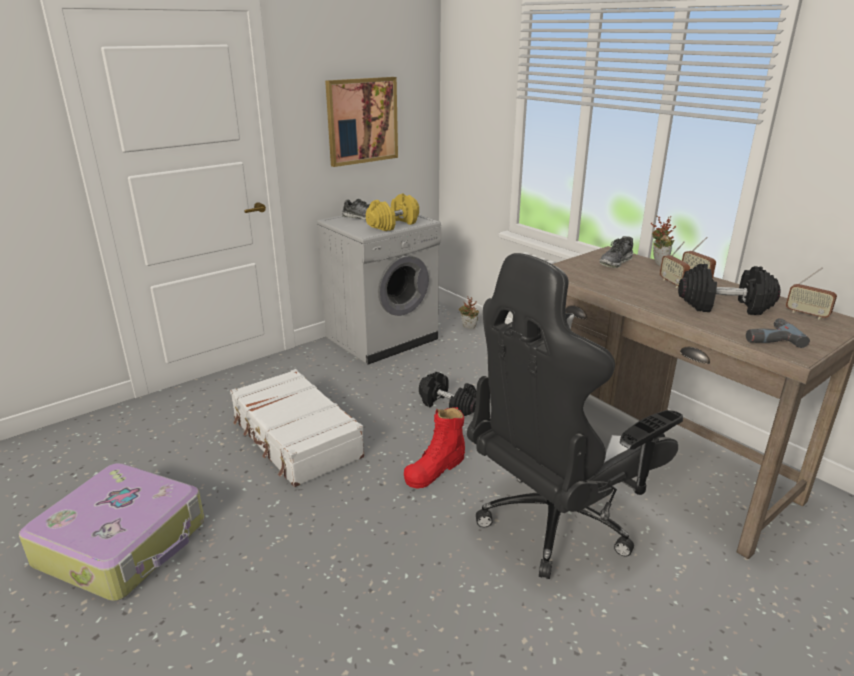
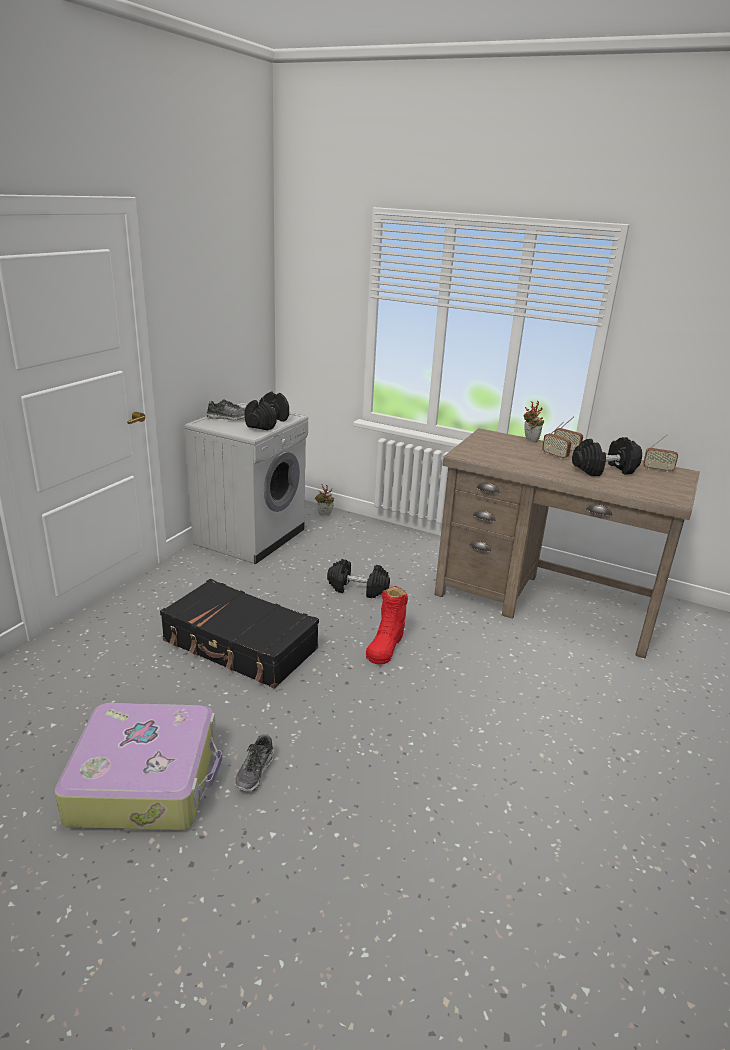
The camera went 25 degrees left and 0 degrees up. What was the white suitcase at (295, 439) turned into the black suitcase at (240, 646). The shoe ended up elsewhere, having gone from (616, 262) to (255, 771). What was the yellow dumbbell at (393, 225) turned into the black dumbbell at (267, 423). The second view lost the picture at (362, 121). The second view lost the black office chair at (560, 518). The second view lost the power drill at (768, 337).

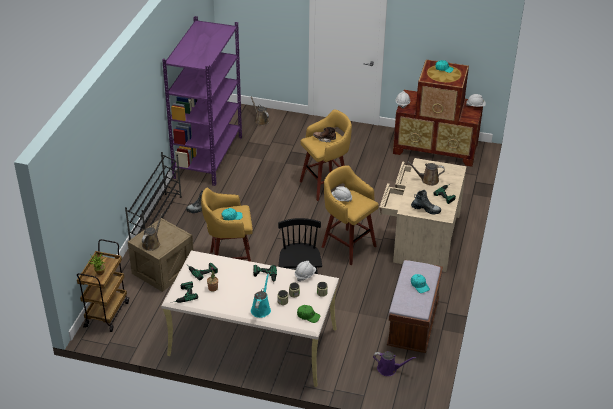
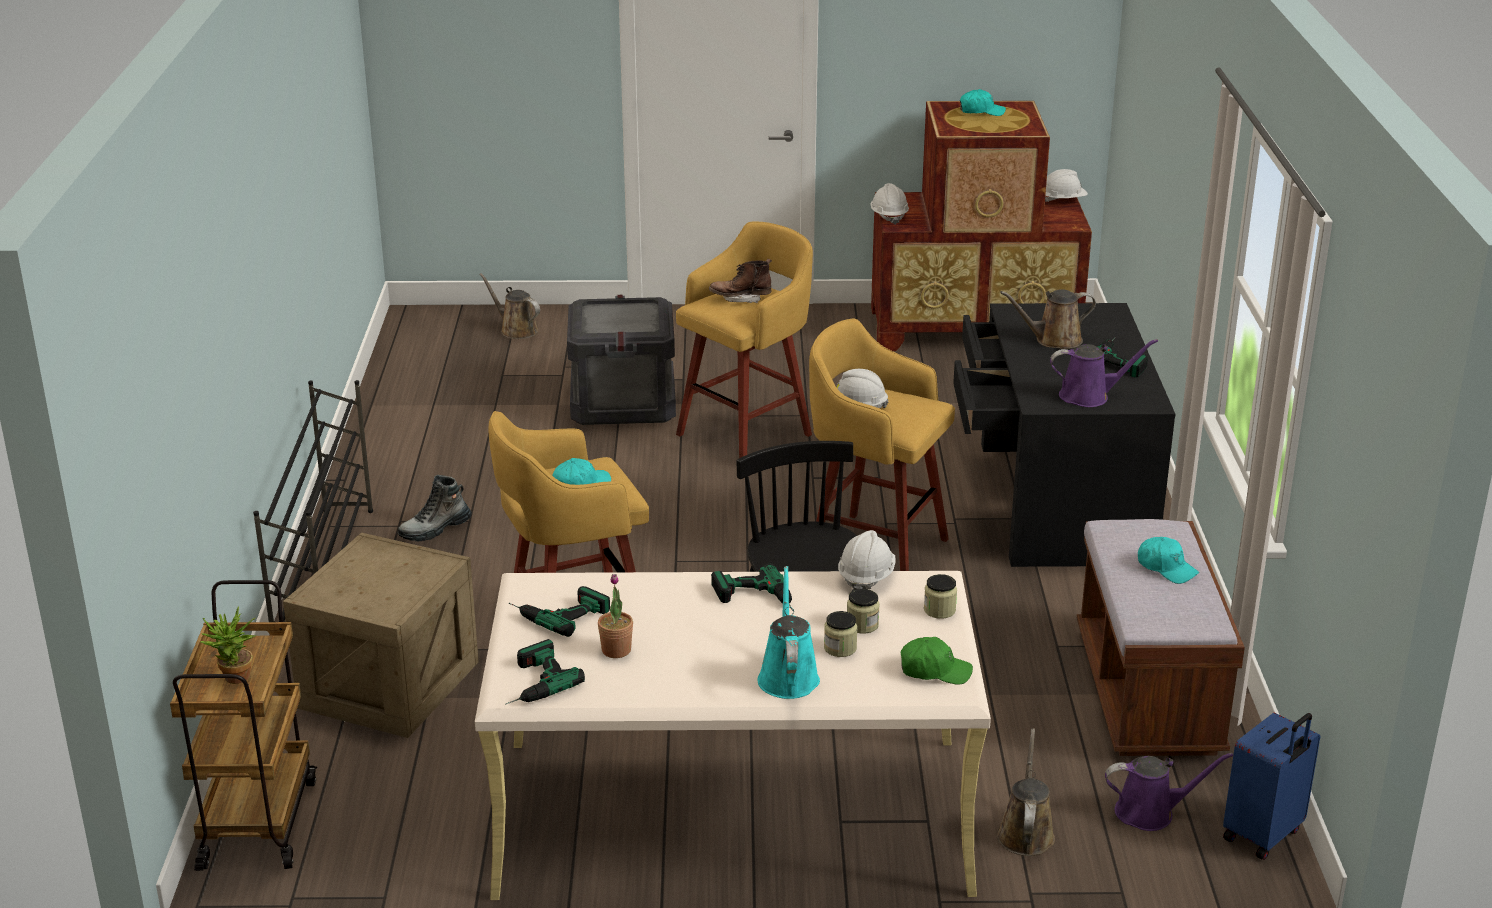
The camera went 15 degrees left and 10 degrees down. The second view gained the crate at (624, 403). What was the beige desk at (421, 237) turned into the black desk at (1049, 502). The brown watering can ended up elsewhere, having gone from (152, 243) to (1025, 832). Where the boot stood at (426, 209), the purple watering can came to stand at (1089, 396). The second view gained the blue suitcase at (1264, 835). The second view lost the purple bookcase at (208, 157).

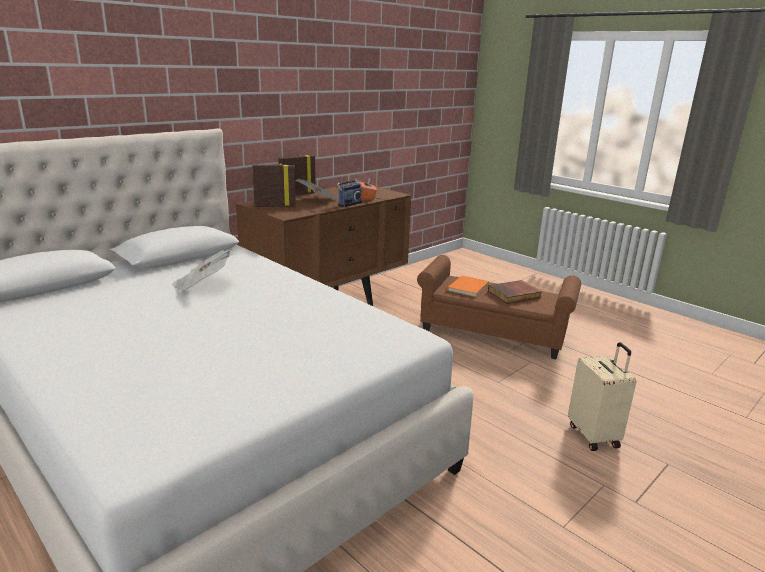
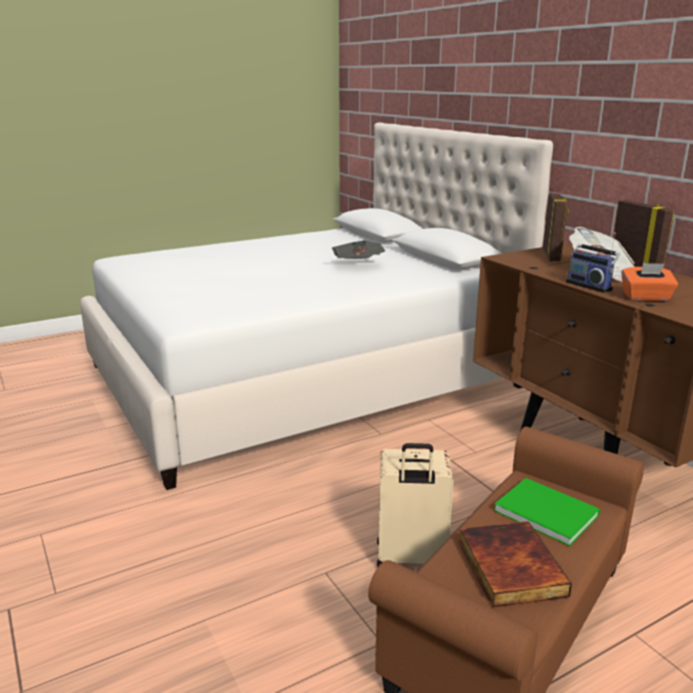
The camera went 105 degrees right and 0 degrees up. The beige suitcase ended up elsewhere, having gone from (594, 435) to (410, 558). What was the orange book at (466, 287) turned into the green book at (544, 510).

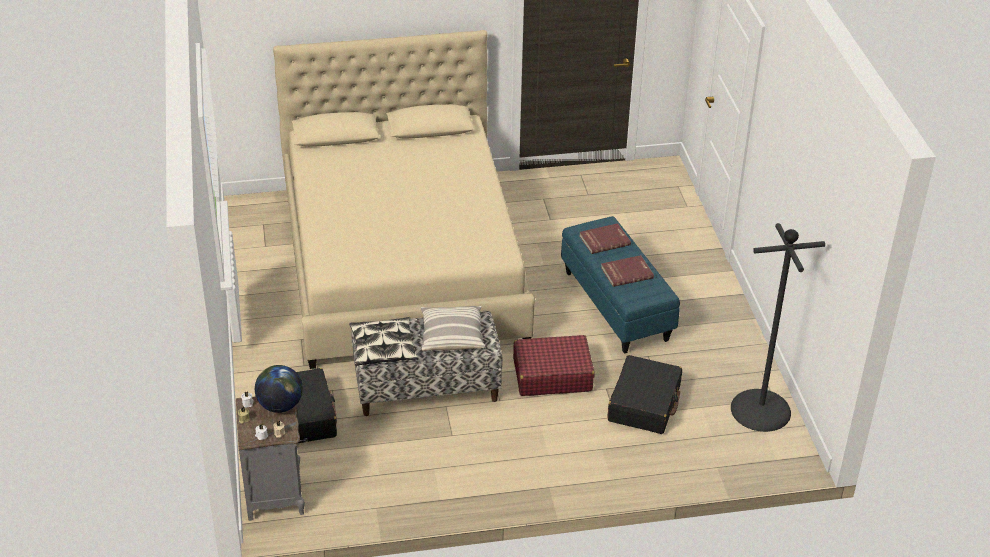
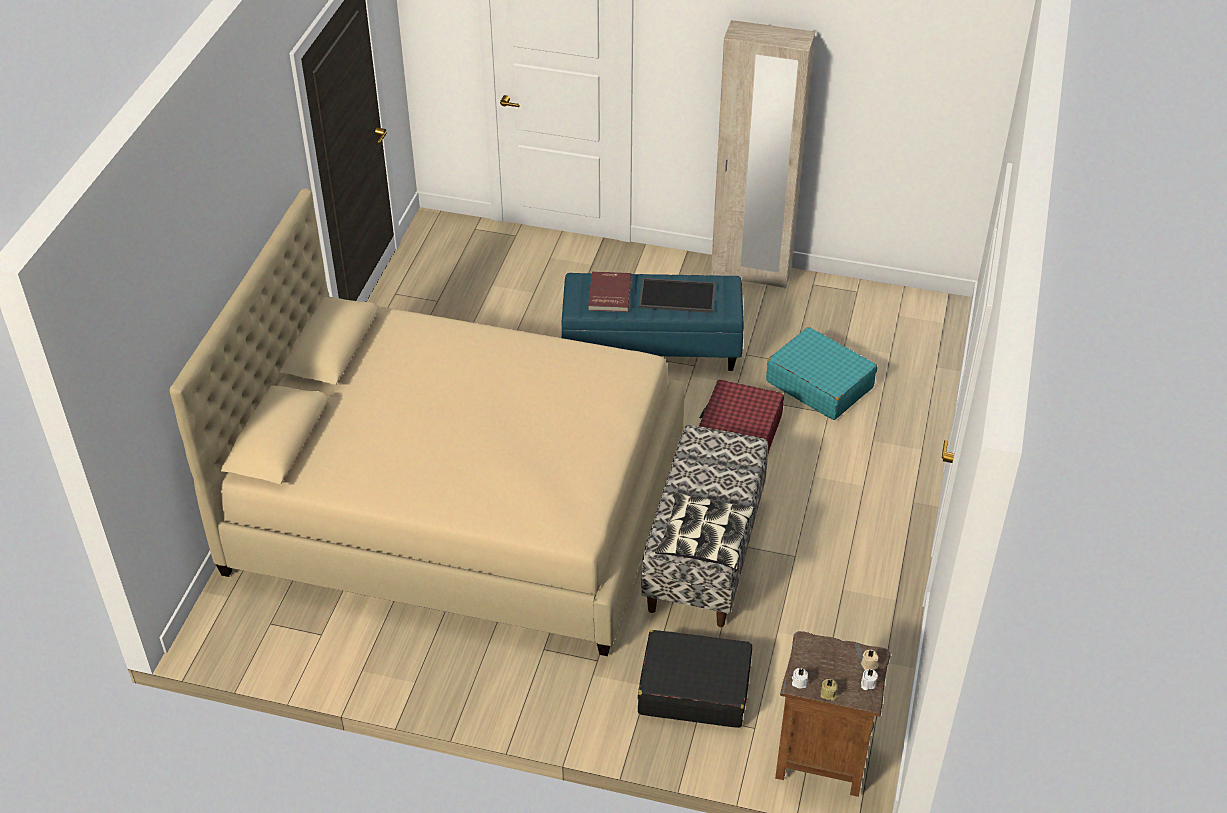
The camera went 65 degrees left and 5 degrees up. Where the red book stood at (626, 272), the tray came to stand at (676, 297). The second view gained the beige wardrobe at (751, 273). What was the black suitcase at (644, 403) turned into the turquoise suitcase at (819, 384). The second view lost the globe at (280, 405). The second view lost the pillow at (451, 336). The second view lost the black clothes rack at (760, 410).

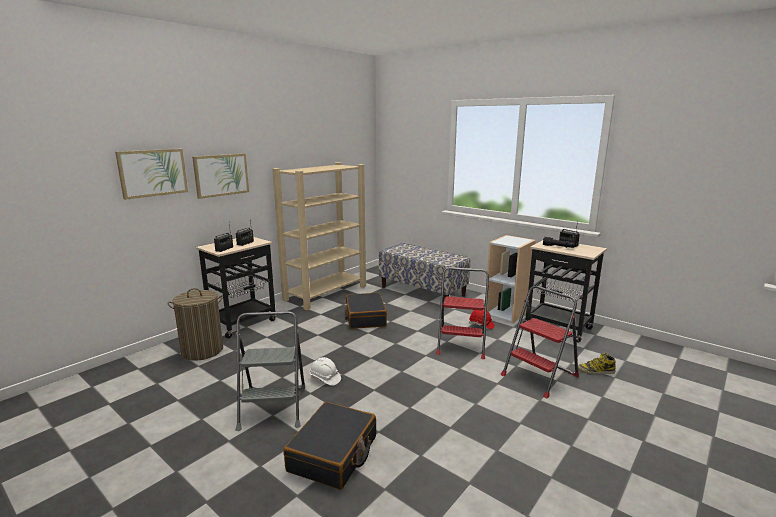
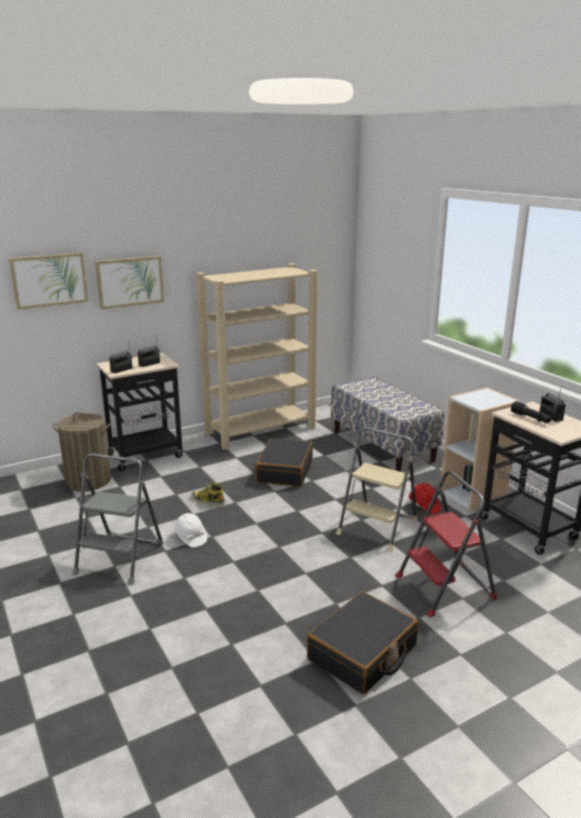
The camera went 20 degrees right and 5 degrees up. The boot ended up elsewhere, having gone from (596, 371) to (207, 500). The black suitcase ended up elsewhere, having gone from (333, 454) to (362, 653). What was the red step ladder at (462, 343) turned into the beige step ladder at (379, 525).

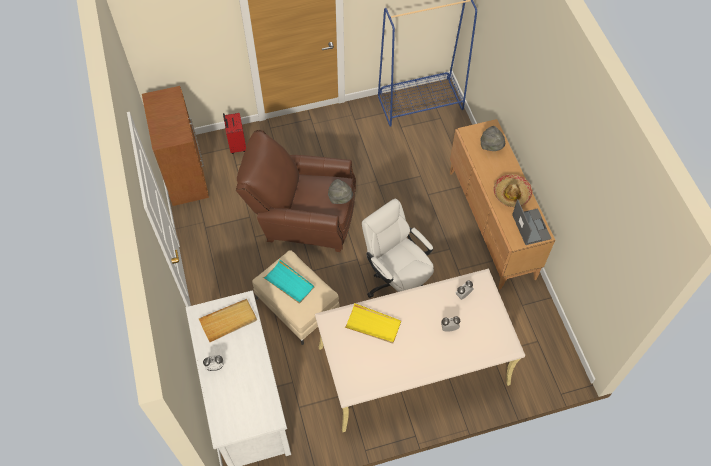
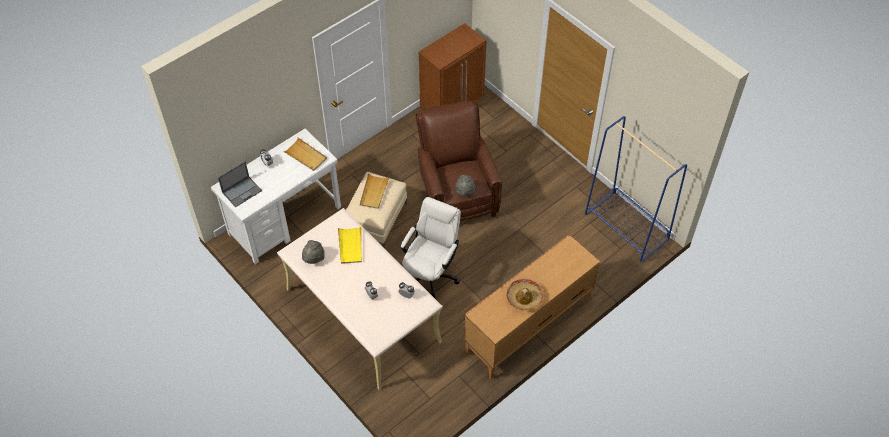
The camera went 65 degrees right and 5 degrees down. The laptop ended up elsewhere, having gone from (531, 226) to (242, 191). The grey hat ended up elsewhere, having gone from (491, 146) to (313, 259). What was the turquoise tray at (289, 283) turned into the beige tray at (374, 192). The second view lost the red suitcase at (236, 145).

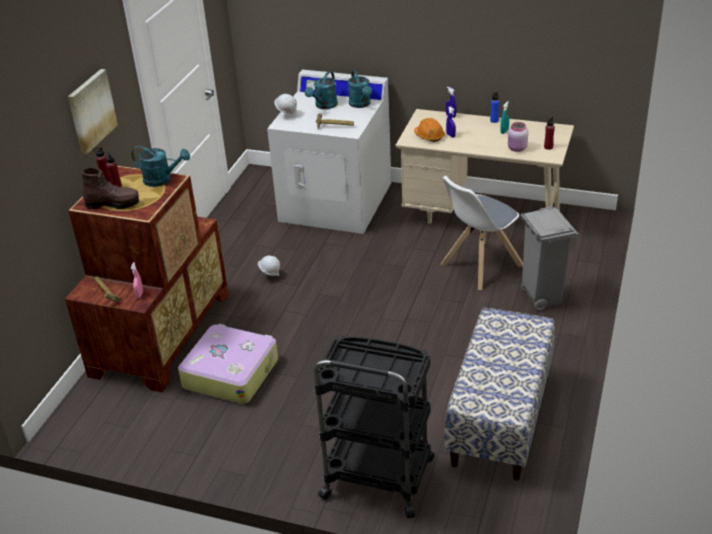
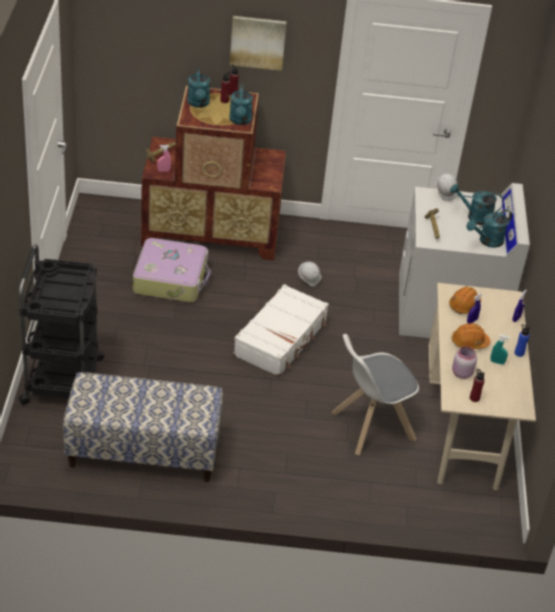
The camera went 70 degrees right and 5 degrees up. Where the brown boot stood at (113, 204), the turquoise watering can came to stand at (198, 104). The second view gained the white suitcase at (281, 339). The chair at (479, 266) ended up facing another way, 60 degrees counterclockwise from before. The second view gained the orange hard hat at (469, 342). The second view lost the grey trash can at (541, 297).

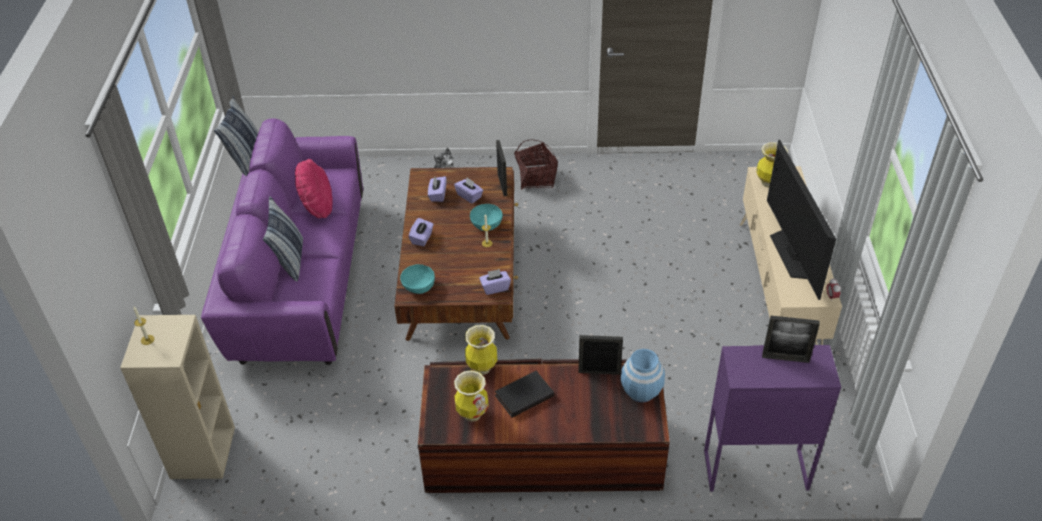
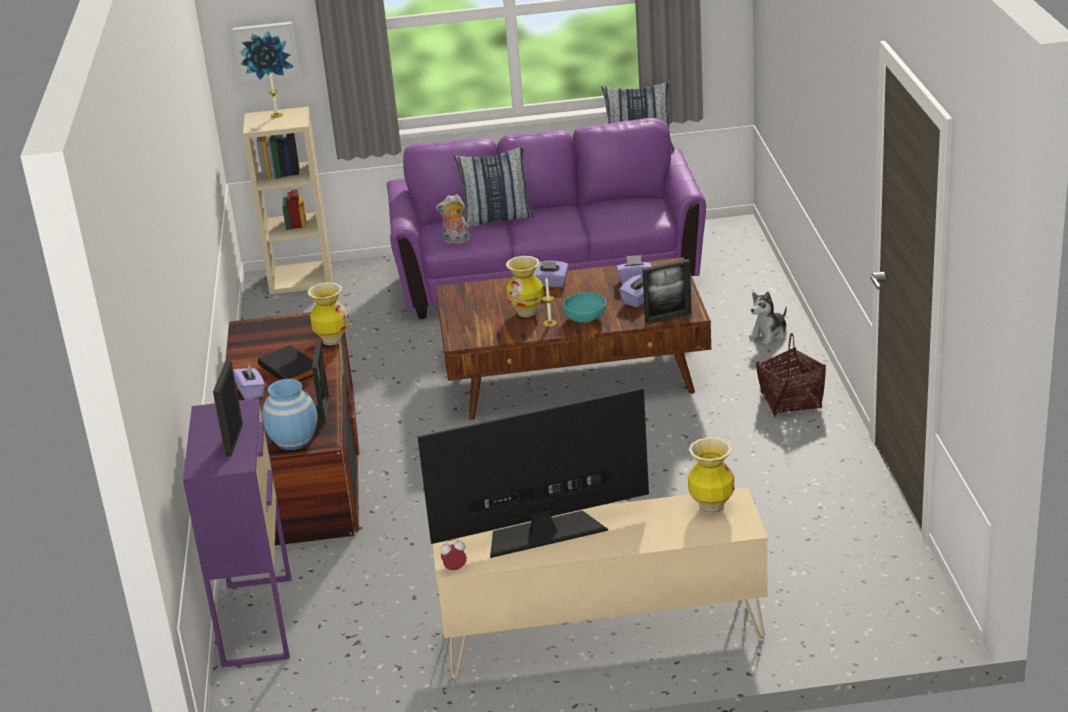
The camera went 85 degrees right and 15 degrees down. The second view gained the picture at (266, 52). The purple tissue box ended up elsewhere, having gone from (495, 287) to (251, 392). The second view gained the plush toy at (456, 241). The vase ended up elsewhere, having gone from (472, 414) to (527, 312). The second view lost the pink pillow at (318, 208). The second view lost the turquoise bowl at (418, 286).

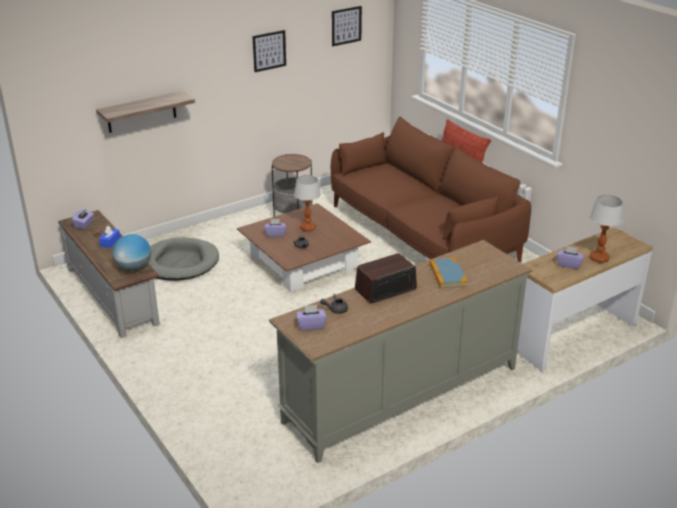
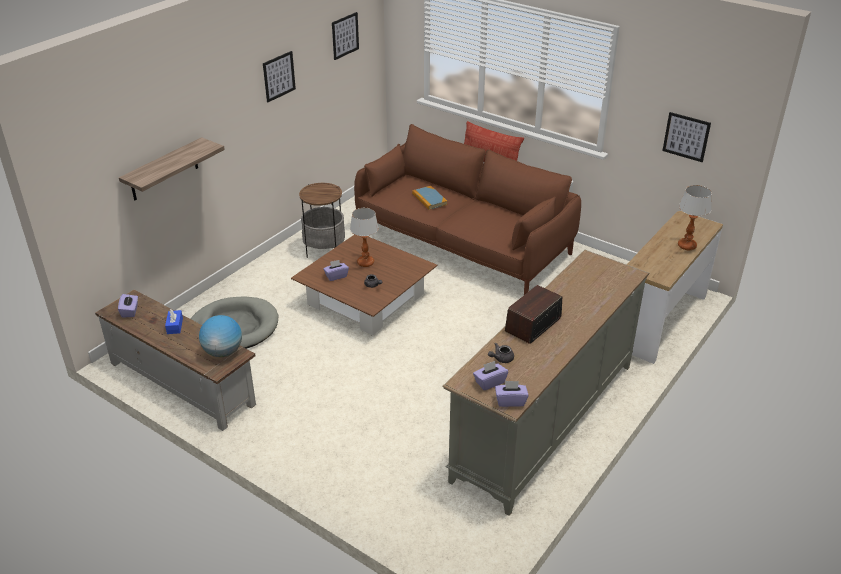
The camera went 20 degrees left and 5 degrees up. The book ended up elsewhere, having gone from (447, 275) to (429, 199). The purple tissue box ended up elsewhere, having gone from (568, 264) to (510, 401). The second view gained the picture at (686, 136).

